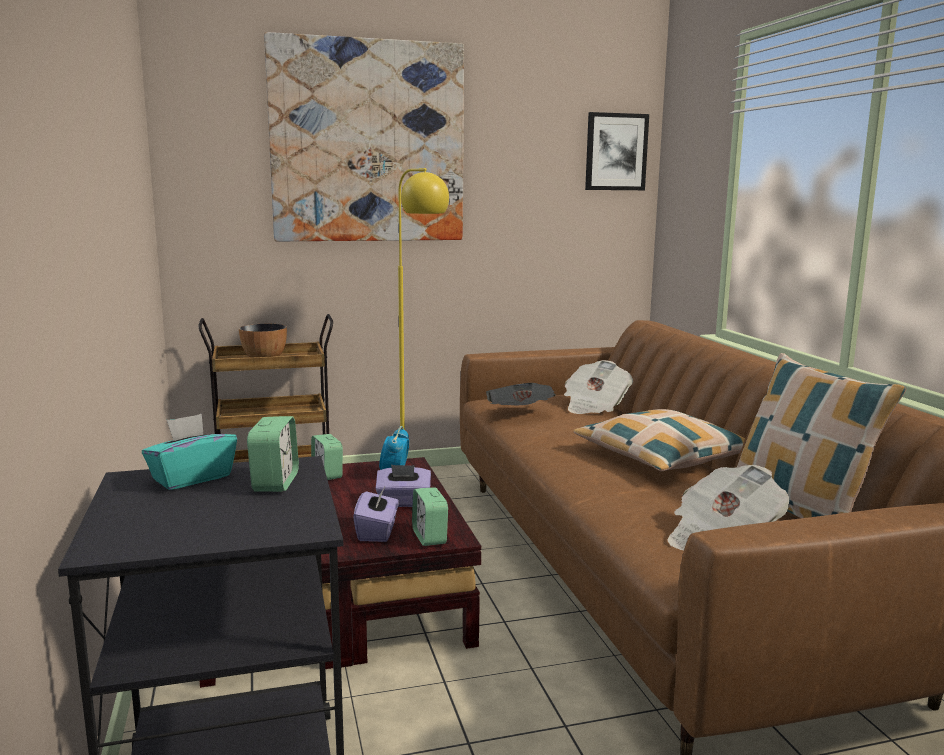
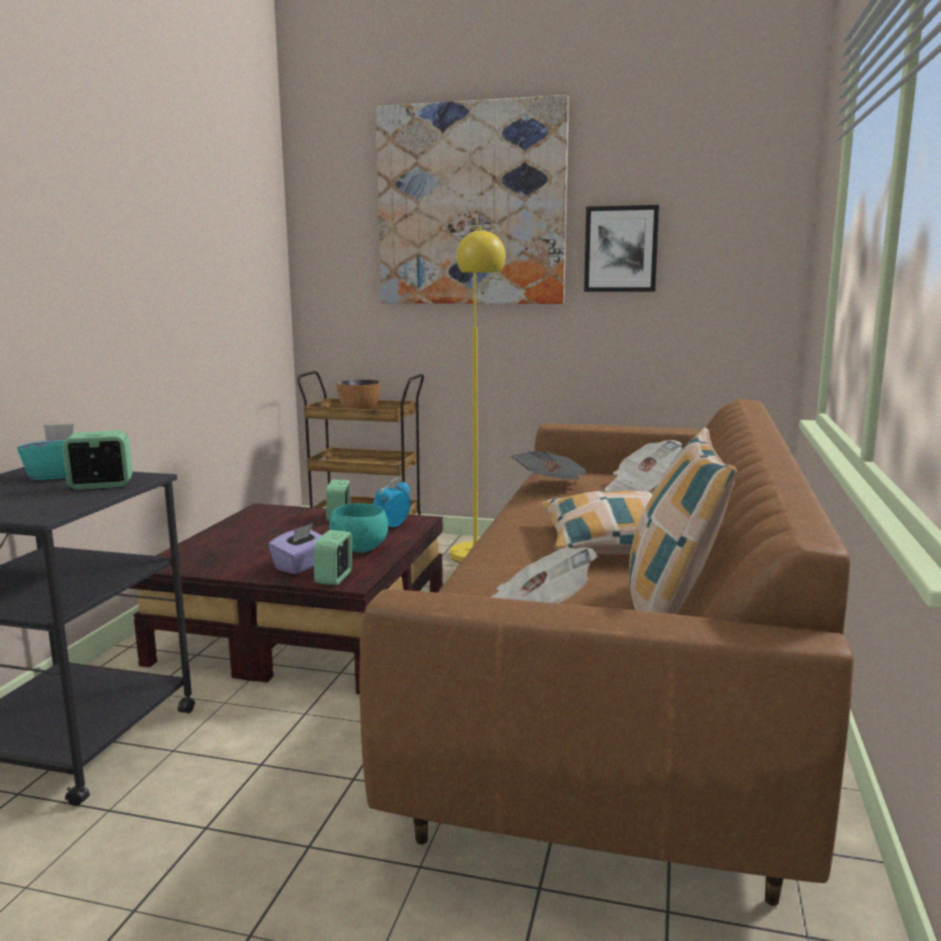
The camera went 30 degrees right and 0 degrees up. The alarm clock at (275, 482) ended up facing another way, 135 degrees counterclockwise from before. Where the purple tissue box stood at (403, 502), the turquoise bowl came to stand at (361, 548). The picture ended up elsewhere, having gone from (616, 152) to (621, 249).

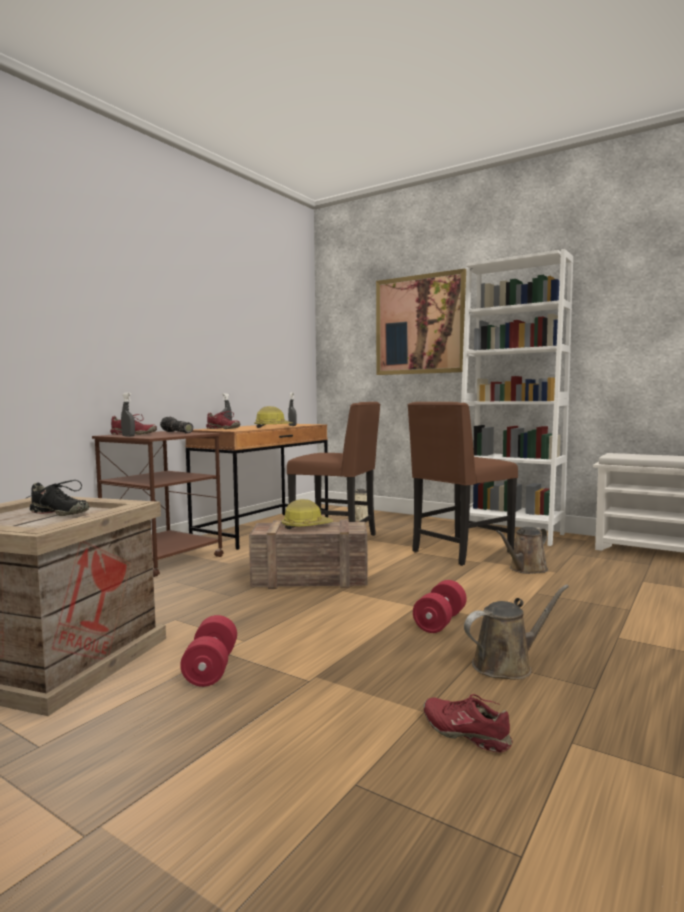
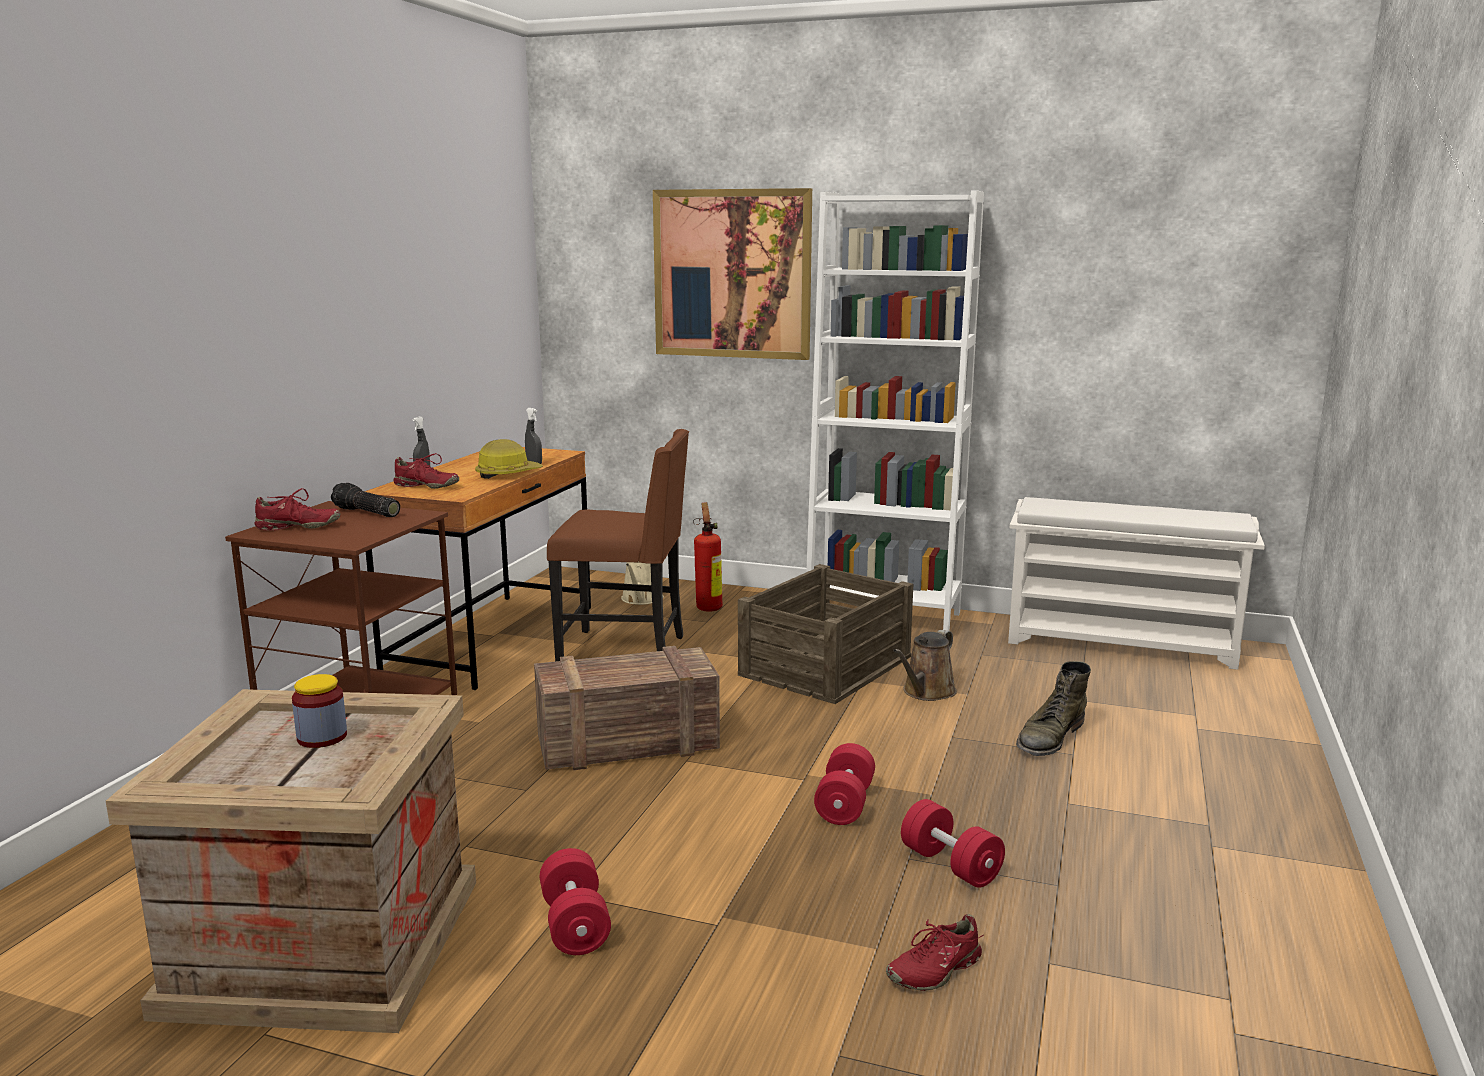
The camera went 15 degrees left and 10 degrees up. Where the black shoe stood at (59, 513), the jar came to stand at (322, 737). The second view gained the fire extinguisher at (709, 607). Where the brown chair stood at (459, 552), the crate came to stand at (824, 665). The red shoe at (466, 733) ended up facing another way, 60 degrees counterclockwise from before. Where the brown watering can stood at (507, 665), the red dumbbell came to stand at (950, 865). The second view gained the green boot at (1050, 737). The second view lost the grey spray bottle at (128, 436). The second view lost the hard hat at (306, 526).

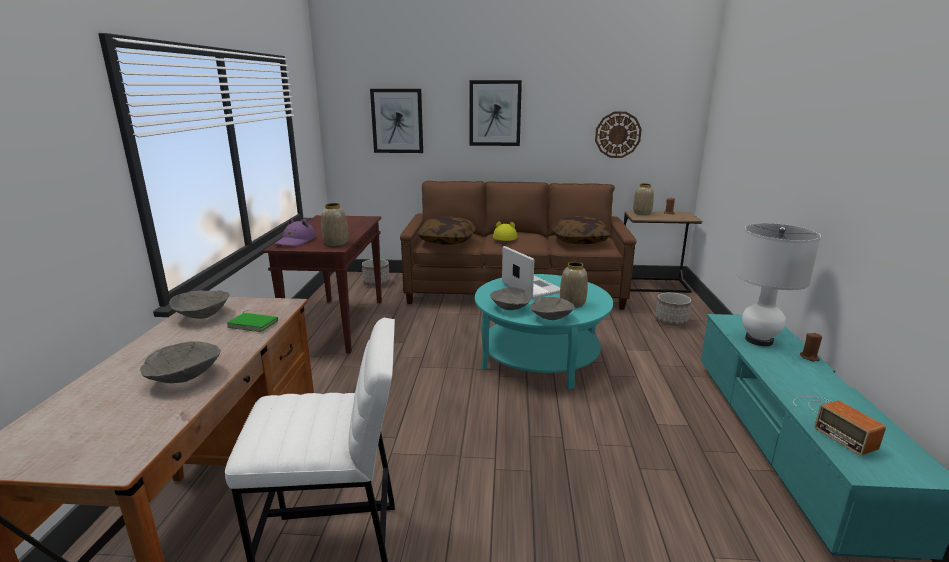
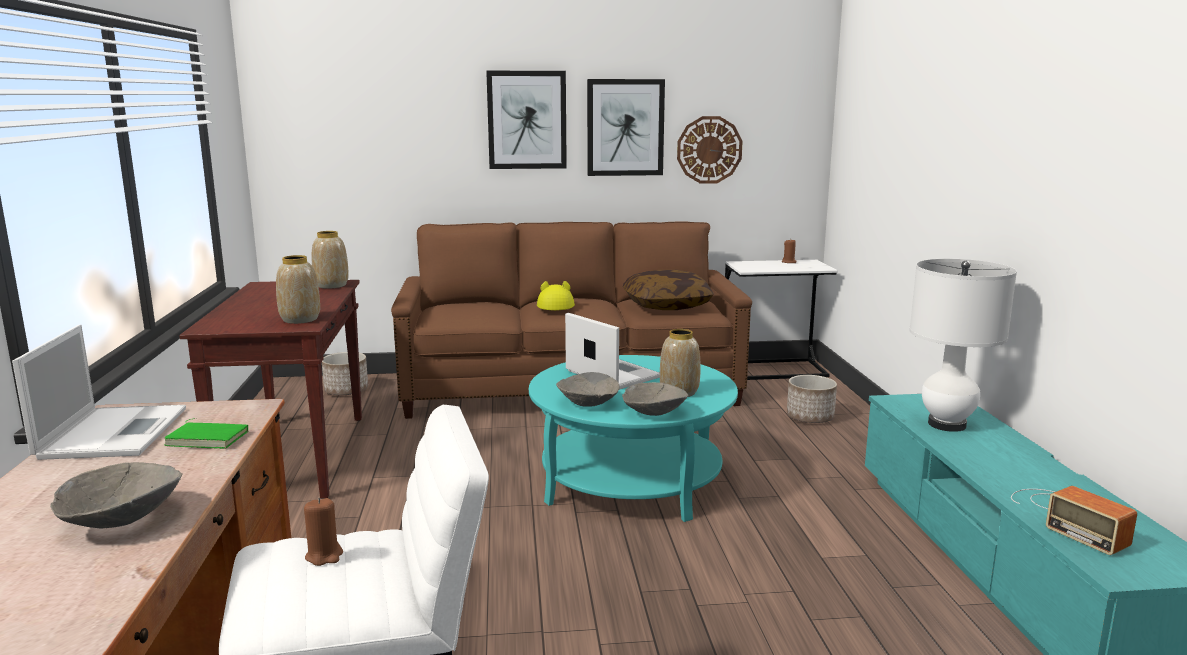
The camera went 10 degrees left and 5 degrees down. Where the grey bowl stood at (203, 315), the laptop came to stand at (114, 432). The brown candle ended up elsewhere, having gone from (809, 357) to (324, 556). The vase ended up elsewhere, having gone from (642, 213) to (332, 285). The picture ended up elsewhere, having gone from (397, 121) to (625, 127). What was the brown side table at (653, 285) turned into the white side table at (774, 370). The second view lost the purple hat at (296, 241). The second view lost the pillow at (447, 240).

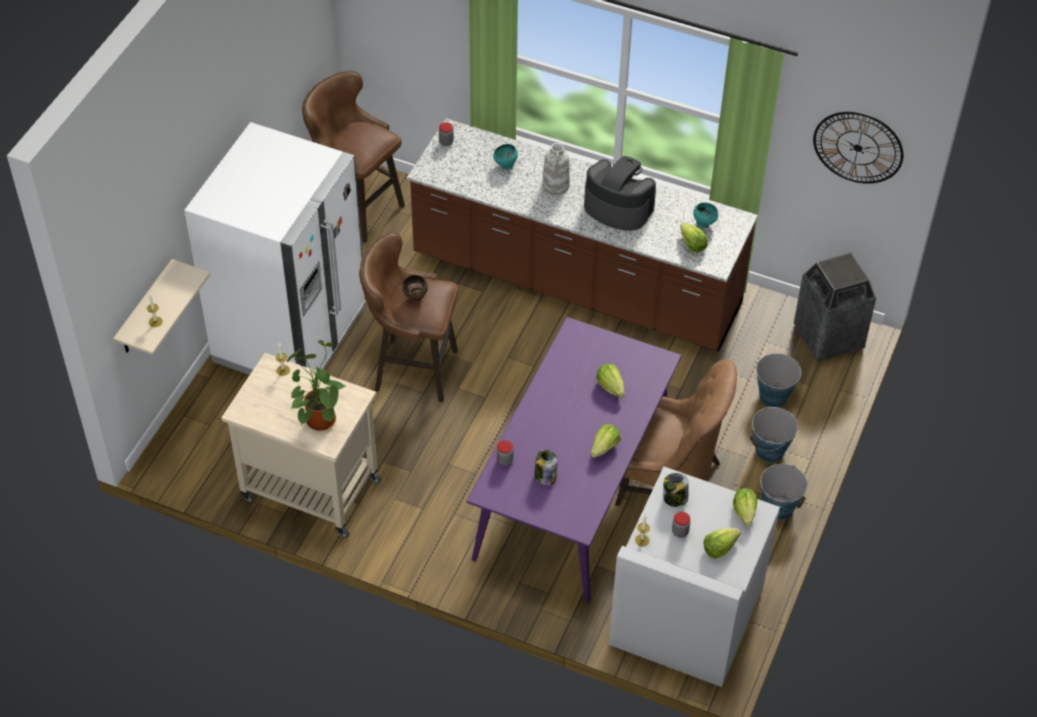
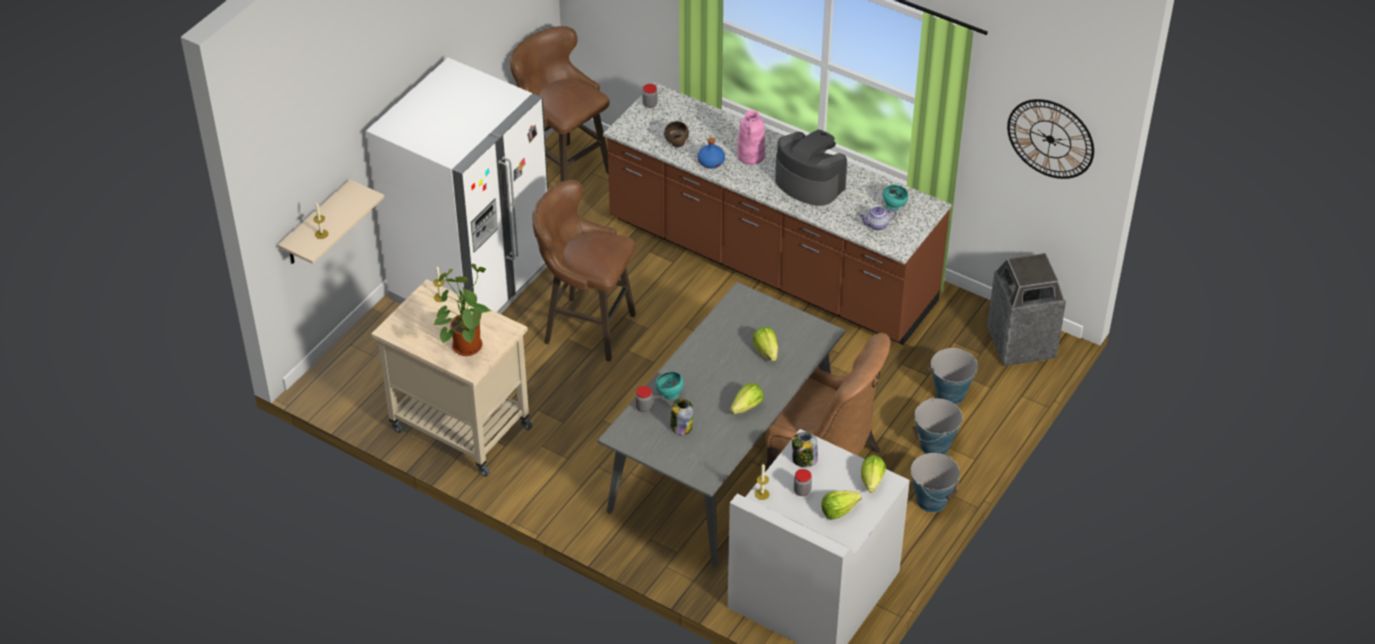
The camera went 10 degrees right and 5 degrees down. What was the purple dining table at (573, 495) turned into the grey dining table at (723, 464). The turquoise bowl ended up elsewhere, having gone from (505, 166) to (669, 395). The brown bowl ended up elsewhere, having gone from (416, 297) to (676, 144). The second view gained the blue bottle at (711, 162). What was the white vase at (556, 186) turned into the pink vase at (751, 156). Where the lettuce stood at (692, 244), the teapot came to stand at (876, 225).

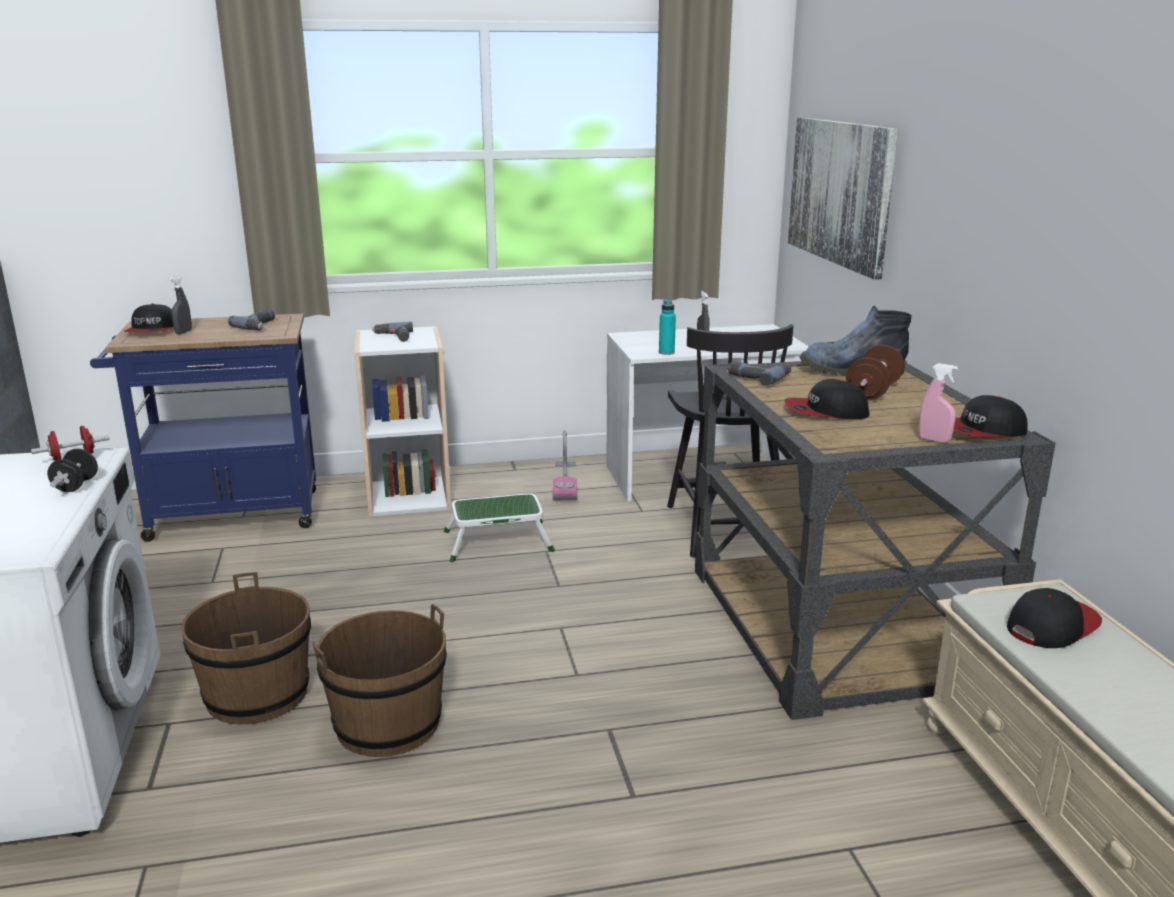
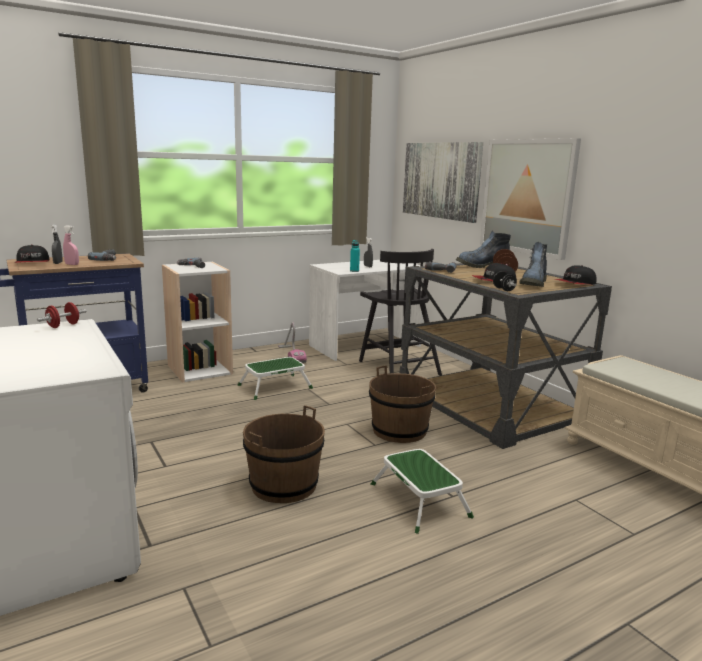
The camera went 20 degrees left and 5 degrees down. The pink spray bottle ended up elsewhere, having gone from (934, 440) to (72, 264). The brown bucket ended up elsewhere, having gone from (257, 695) to (399, 431). The second view gained the green step ladder at (419, 500). The second view gained the picture at (527, 196). The black dumbbell ended up elsewhere, having gone from (76, 486) to (503, 289). The second view gained the boot at (533, 284). The second view lost the cap at (1051, 626).

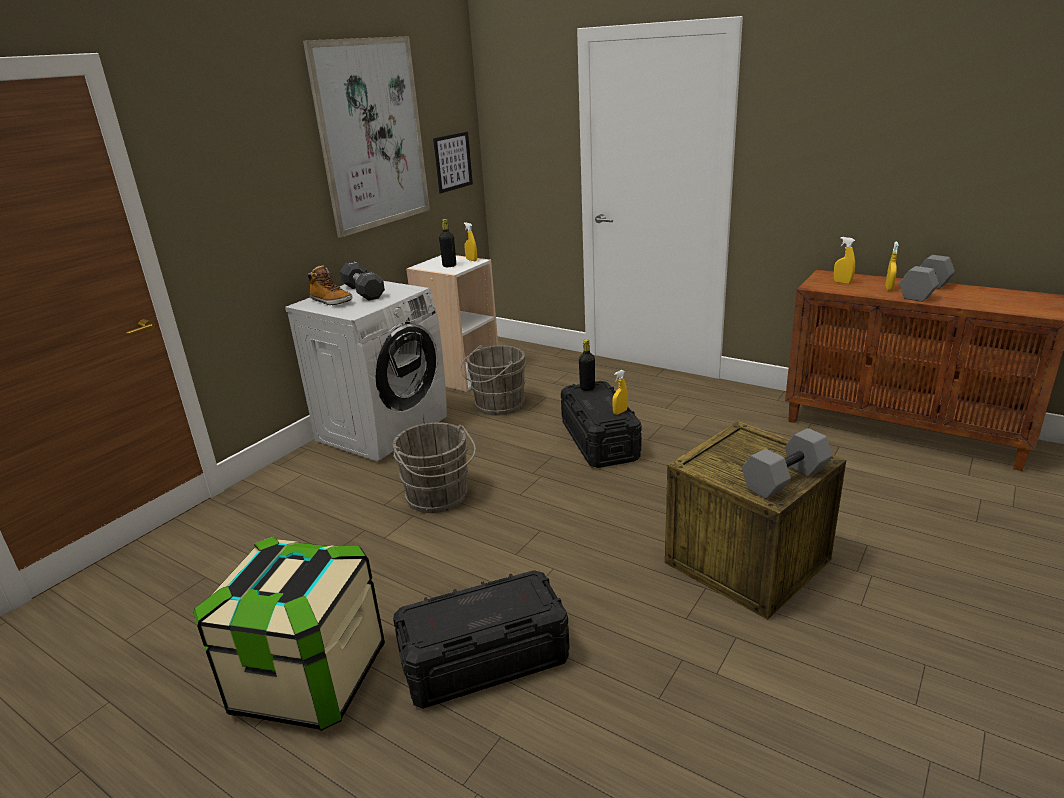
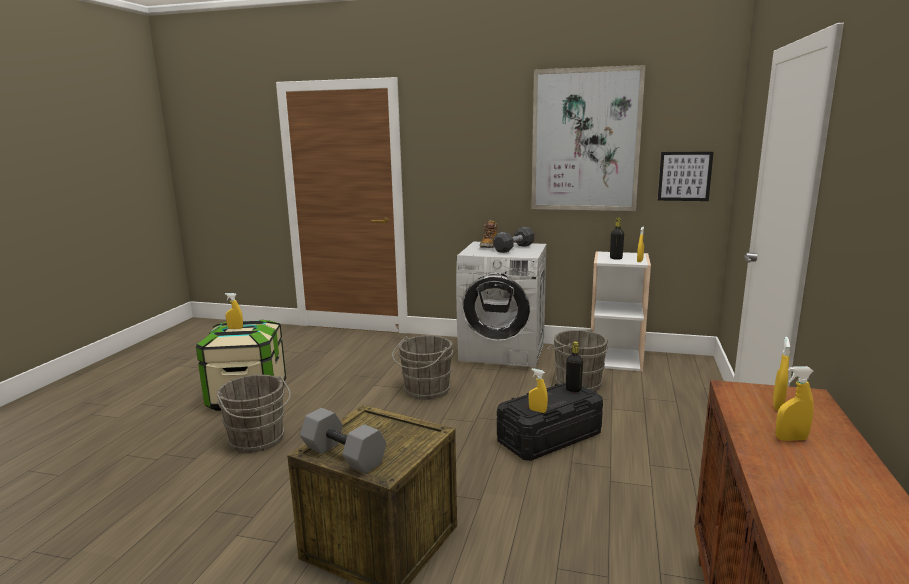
The camera went 70 degrees right and 10 degrees down. Where the black storage box stood at (484, 660), the grey bucket came to stand at (258, 441). The second view gained the yellow spray bottle at (235, 328). The second view lost the grey dumbbell at (925, 292).

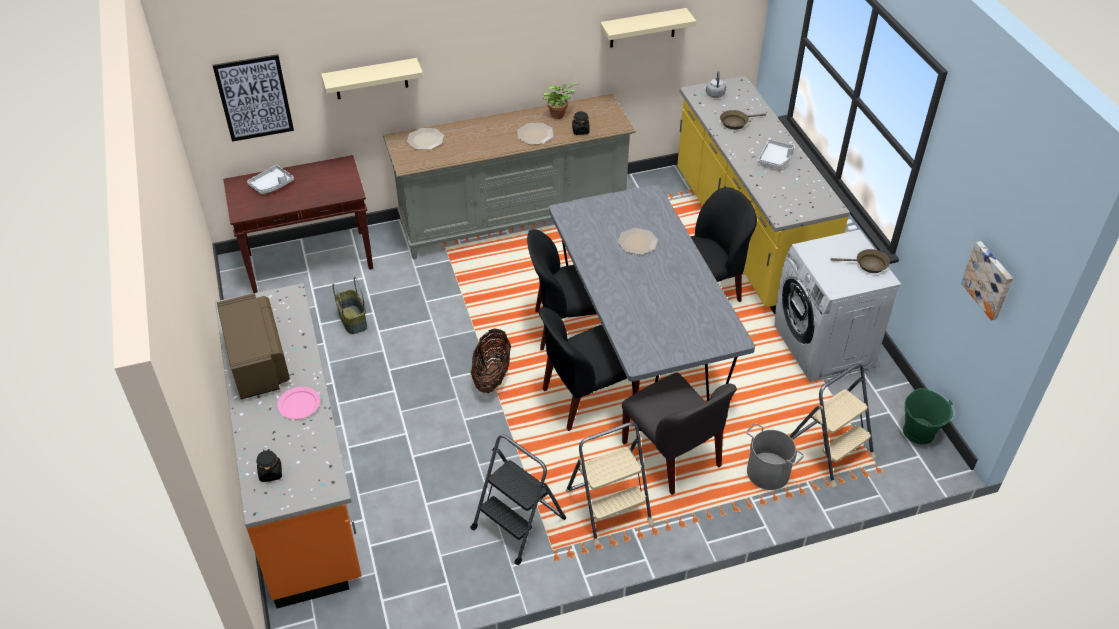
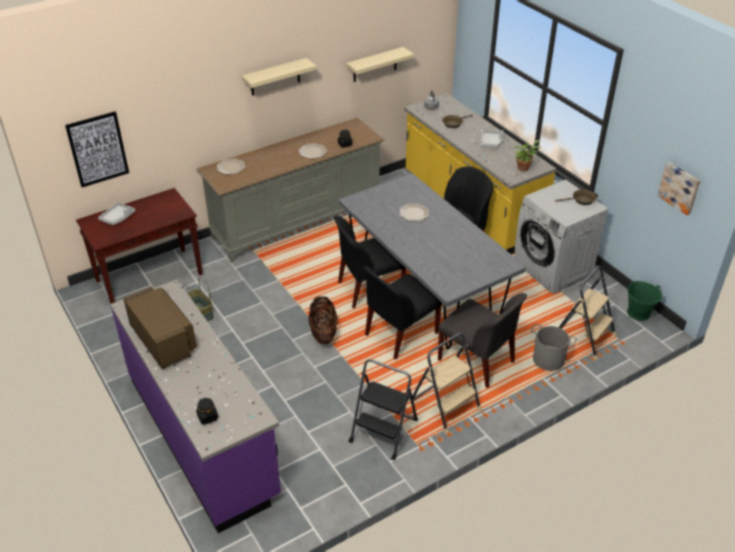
The camera went 15 degrees left and 5 degrees down. What was the orange counter at (302, 481) turned into the purple counter at (203, 436). The beige shelf ended up elsewhere, having gone from (371, 79) to (275, 77). The potted plant ended up elsewhere, having gone from (559, 114) to (523, 167). The second view lost the pink plate at (299, 404).

